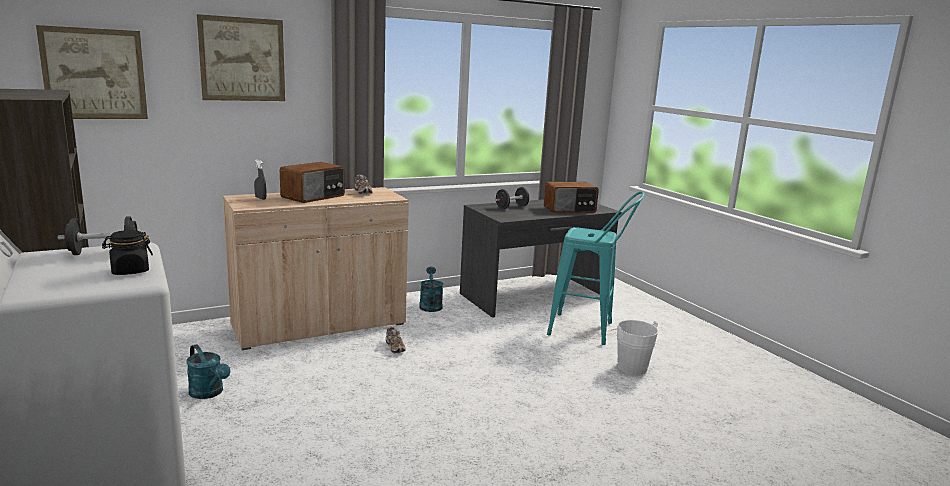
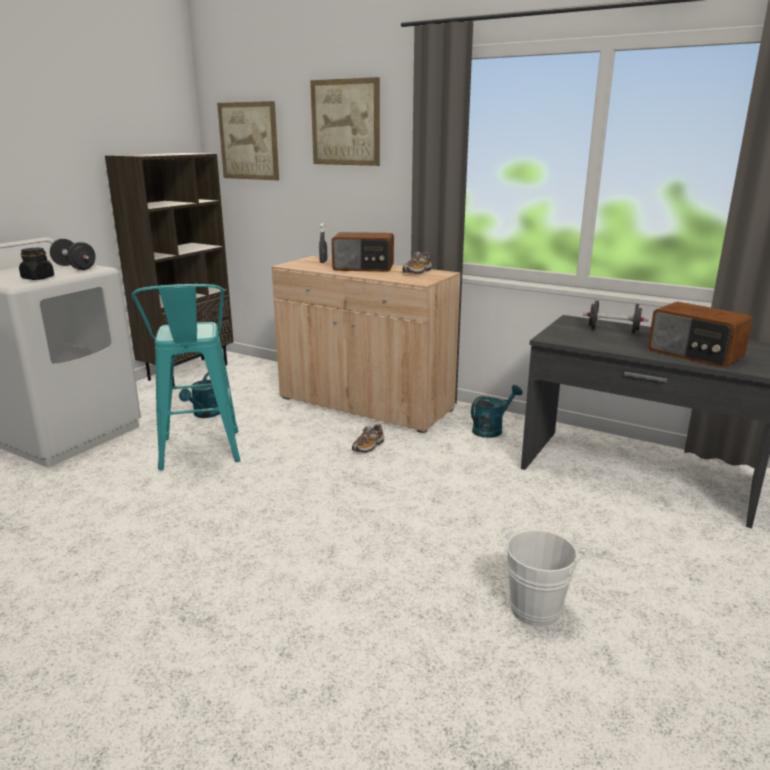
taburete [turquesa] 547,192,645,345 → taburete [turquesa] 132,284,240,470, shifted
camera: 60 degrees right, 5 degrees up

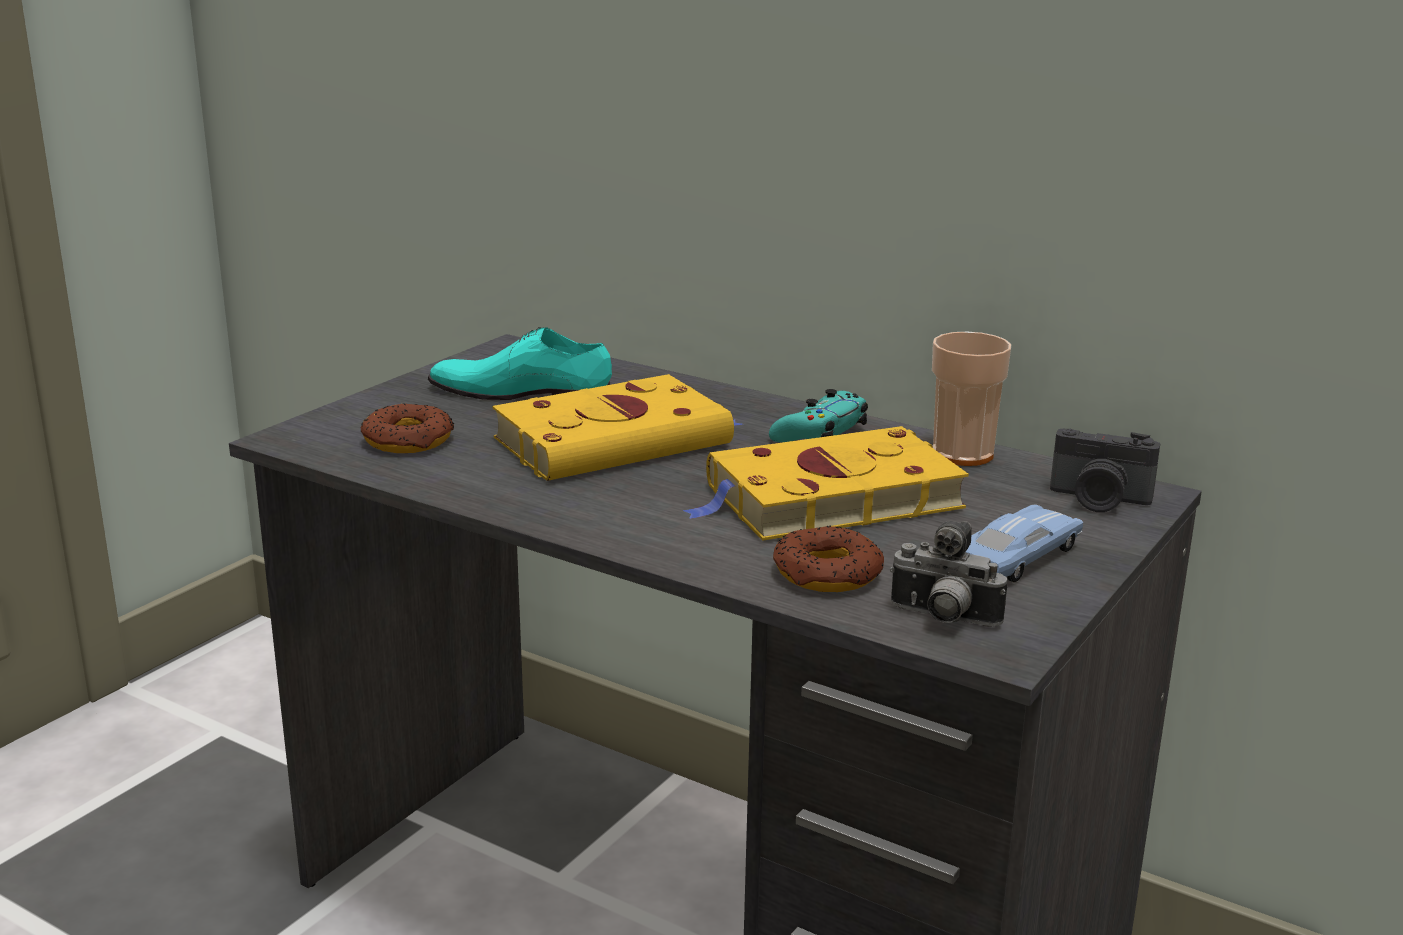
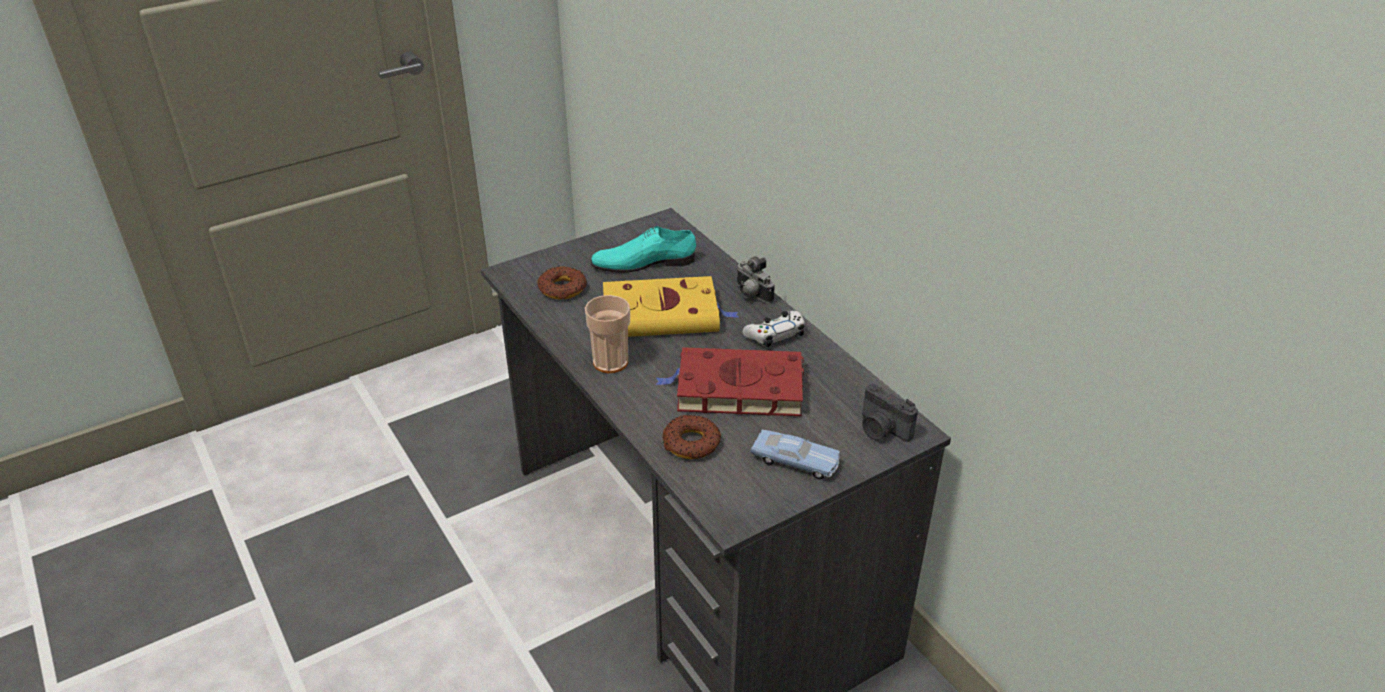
zapato [turquesa] 428,327,612,400 → zapato [turquesa] 591,226,696,272, 45 degrees counterclockwise
libro [amarillo] 683,426,969,541 → libro [rojo] 655,347,804,416
mando de consola [turquesa] 769,389,868,442 → mando de consola [blanco] 743,311,805,347
cámara 890,521,1007,627 → cámara 736,256,775,303, shifted
taza 932,332,1011,466 → taza 585,295,630,373, shifted
coche de juguete [azul] 966,504,1083,582 → coche de juguete [azul] 750,430,840,479, 45 degrees clockwise
camera: 25 degrees right, 15 degrees up

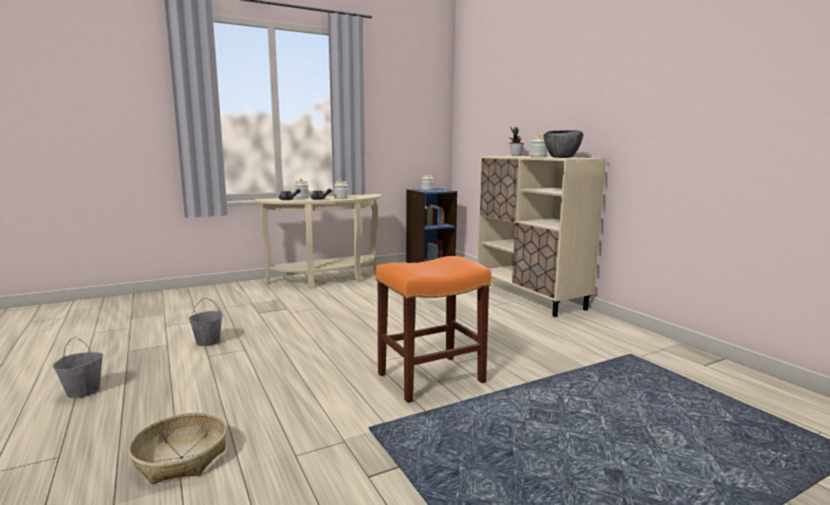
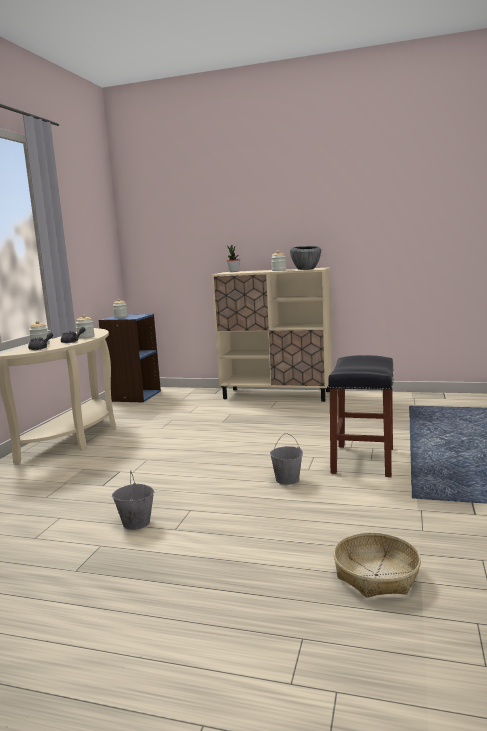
cubo [gris] 53,337,103,398 → cubo [gris] 270,433,303,485, shifted
taburete [naranja] 375,256,491,403 → taburete [negro] 328,355,394,477
camera: 45 degrees left, 0 degrees up

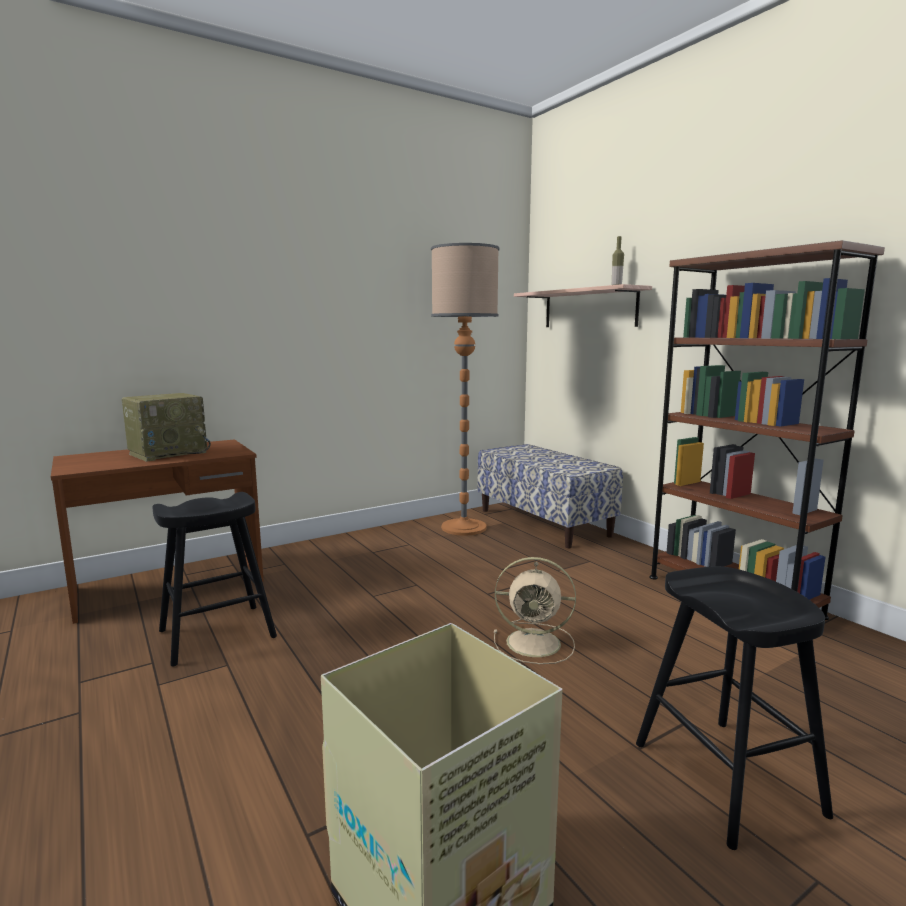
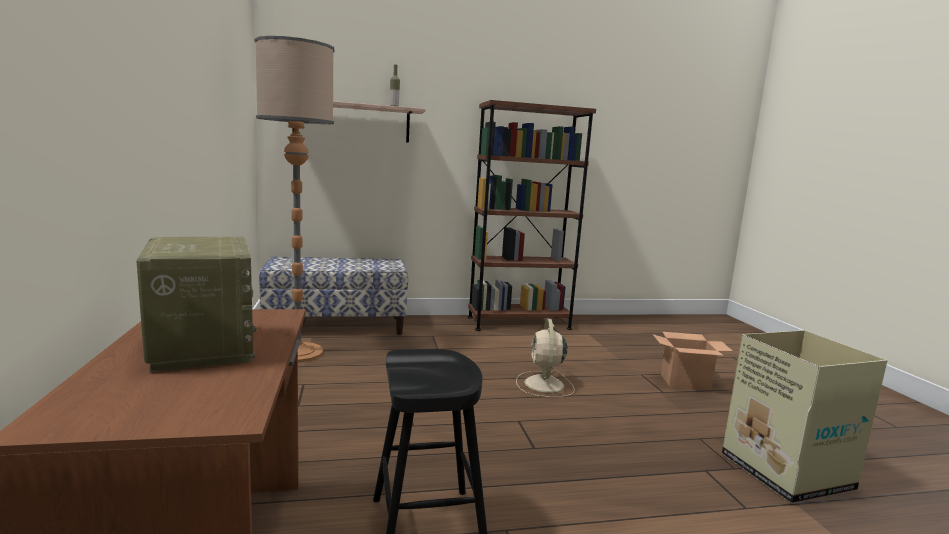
ventilador [beis] 494,557,576,664 → ventilador [beis] 516,319,575,397, 150 degrees clockwise
taburete [negro] 636,566,833,850 → caja de cartón 653,332,732,390
camera: 70 degrees left, 0 degrees up

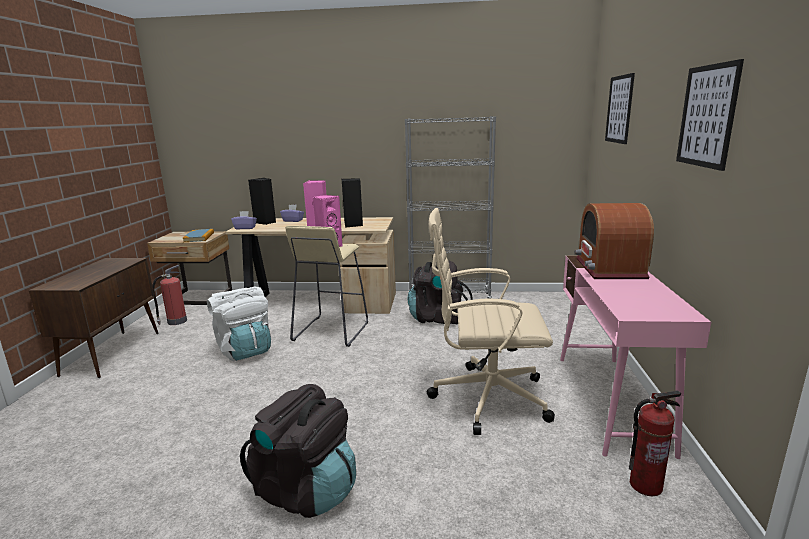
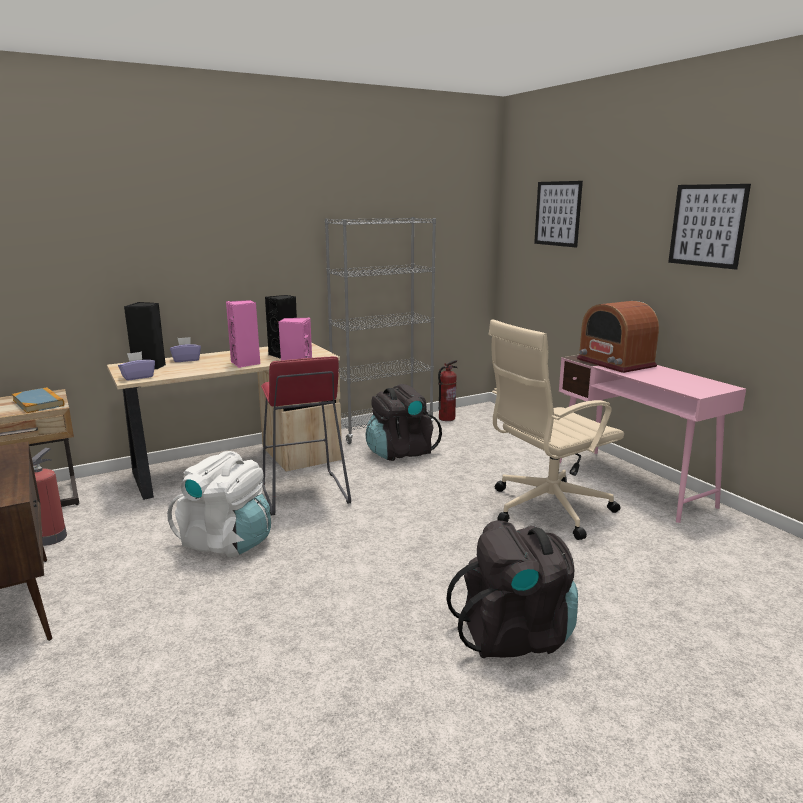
taburete [beis] 285,226,368,347 → taburete [rojo] 261,356,351,516
extintor 629,391,681,496 → extintor 438,360,457,421, shifted
camera: 35 degrees left, 0 degrees up

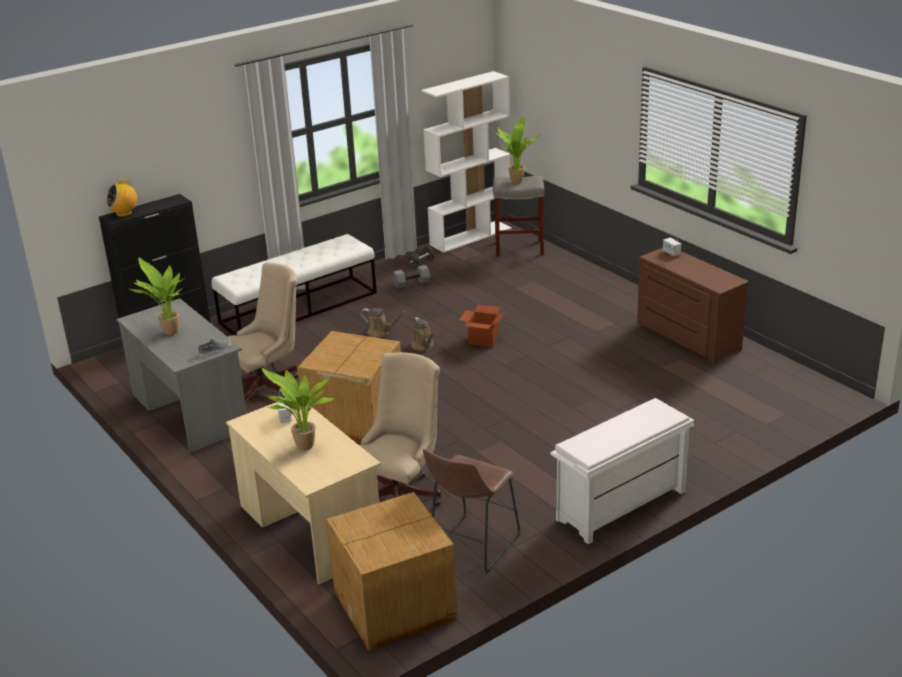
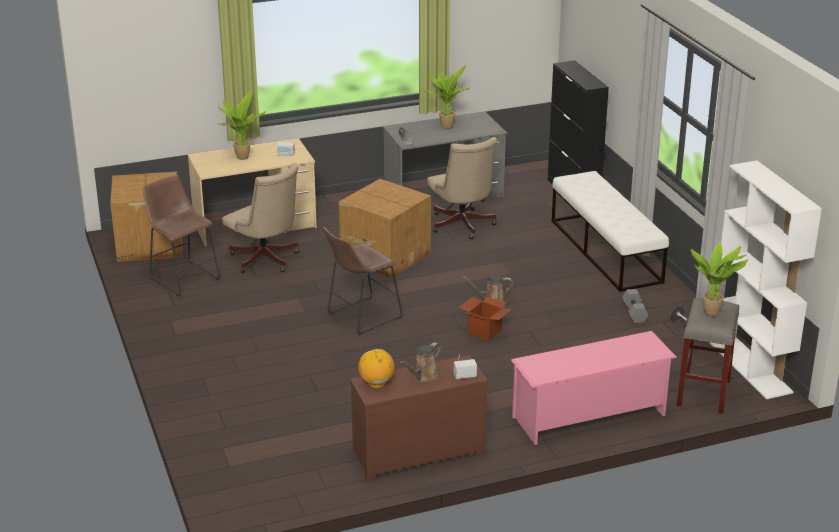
radio 106,179,137,217 → radio 358,349,395,388, shifted
regadera [marrón] 360,308,406,338 → regadera [marrón] 400,342,441,383, shifted
banco [blanco] 551,398,694,544 → -
- → taburete [marrón] 323,227,402,335
- → zapatero [rosa] 511,331,677,445
camera: 105 degrees right, 0 degrees up

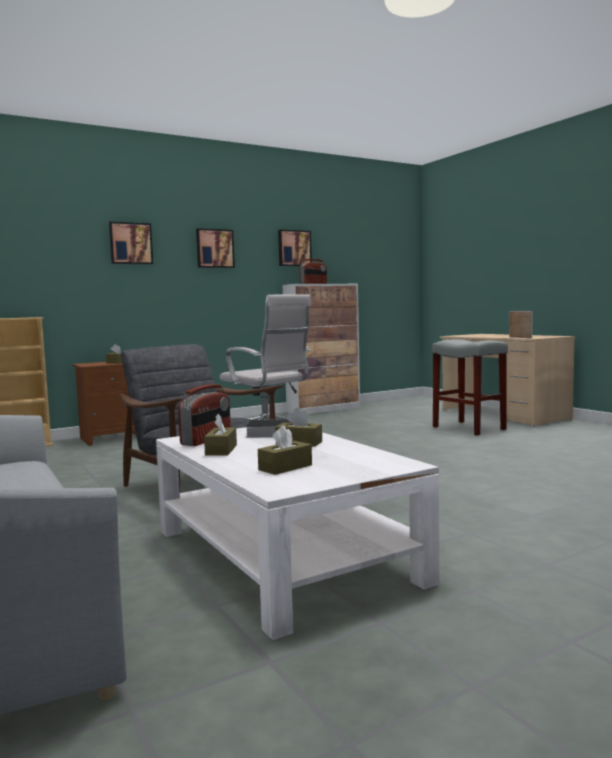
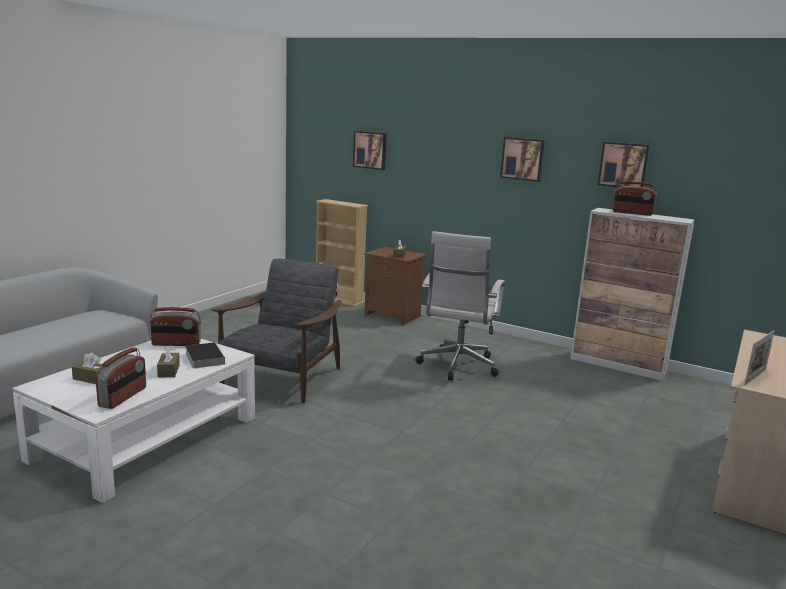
cuadro 109,222,153,264 → cuadro 353,131,387,170, shifted
caja de pañuelos [marrón] 204,414,237,456 → -
taburete [gris] 432,339,508,435 → -
- → radio 95,347,146,409
camera: 60 degrees right, 10 degrees up

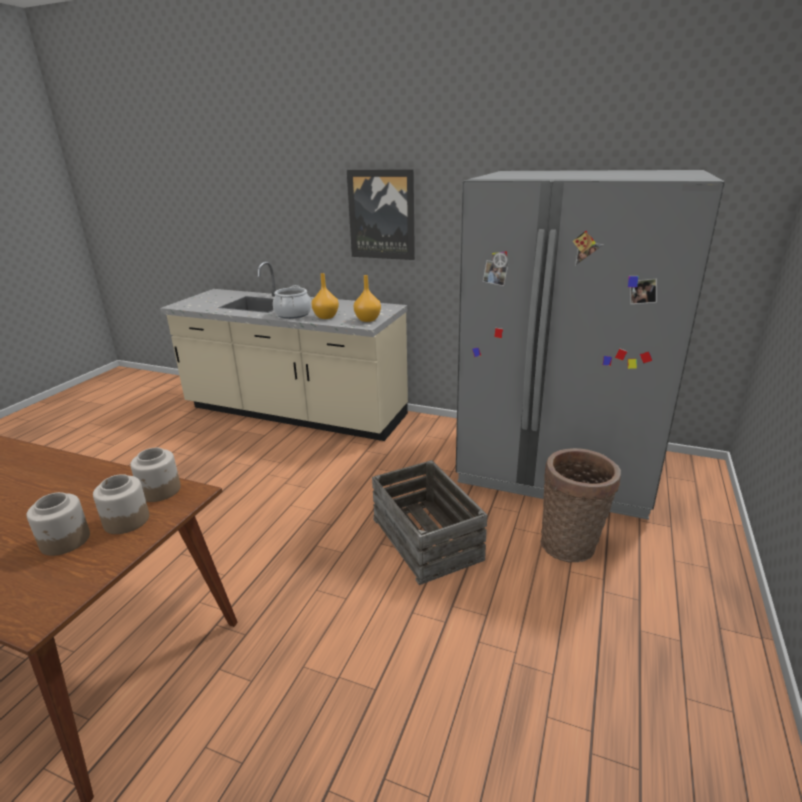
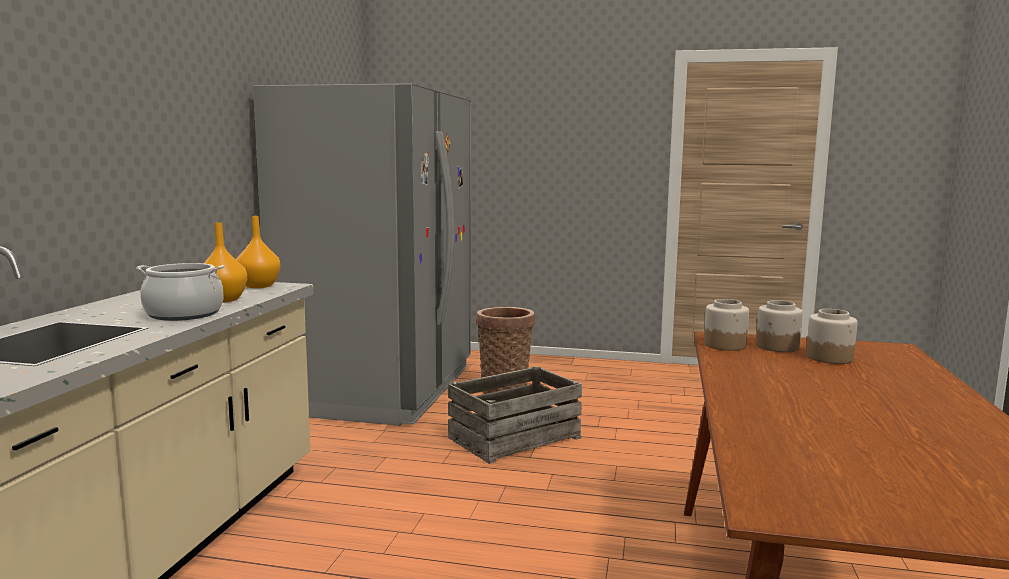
cuadro 347,169,415,260 → -
camera: 100 degrees left, 15 degrees down

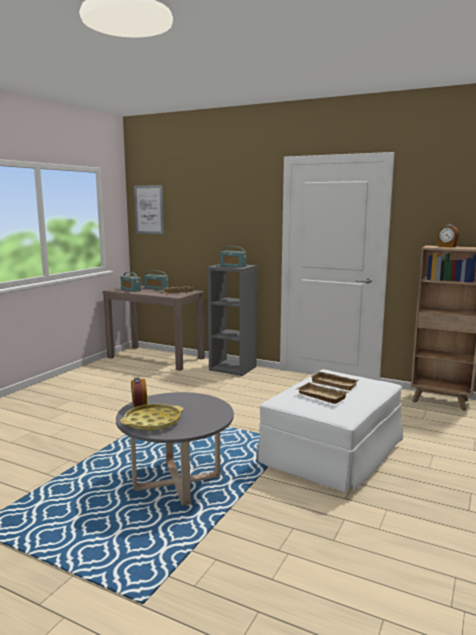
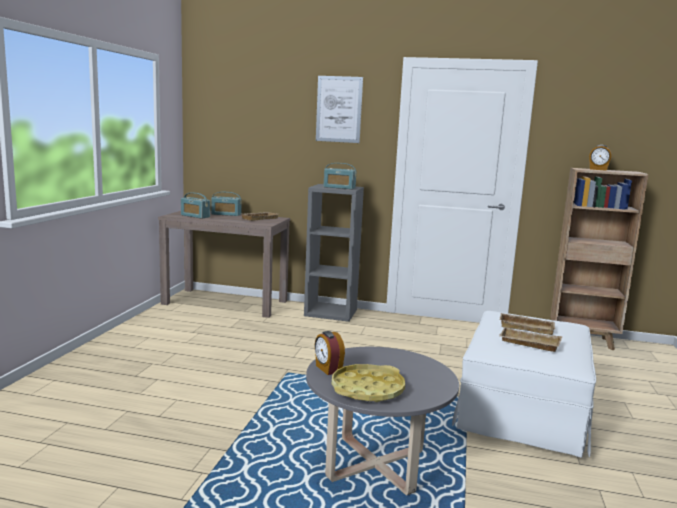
cuadro 134,185,164,234 → cuadro 316,76,363,143, shifted
camera: 15 degrees left, 0 degrees up

